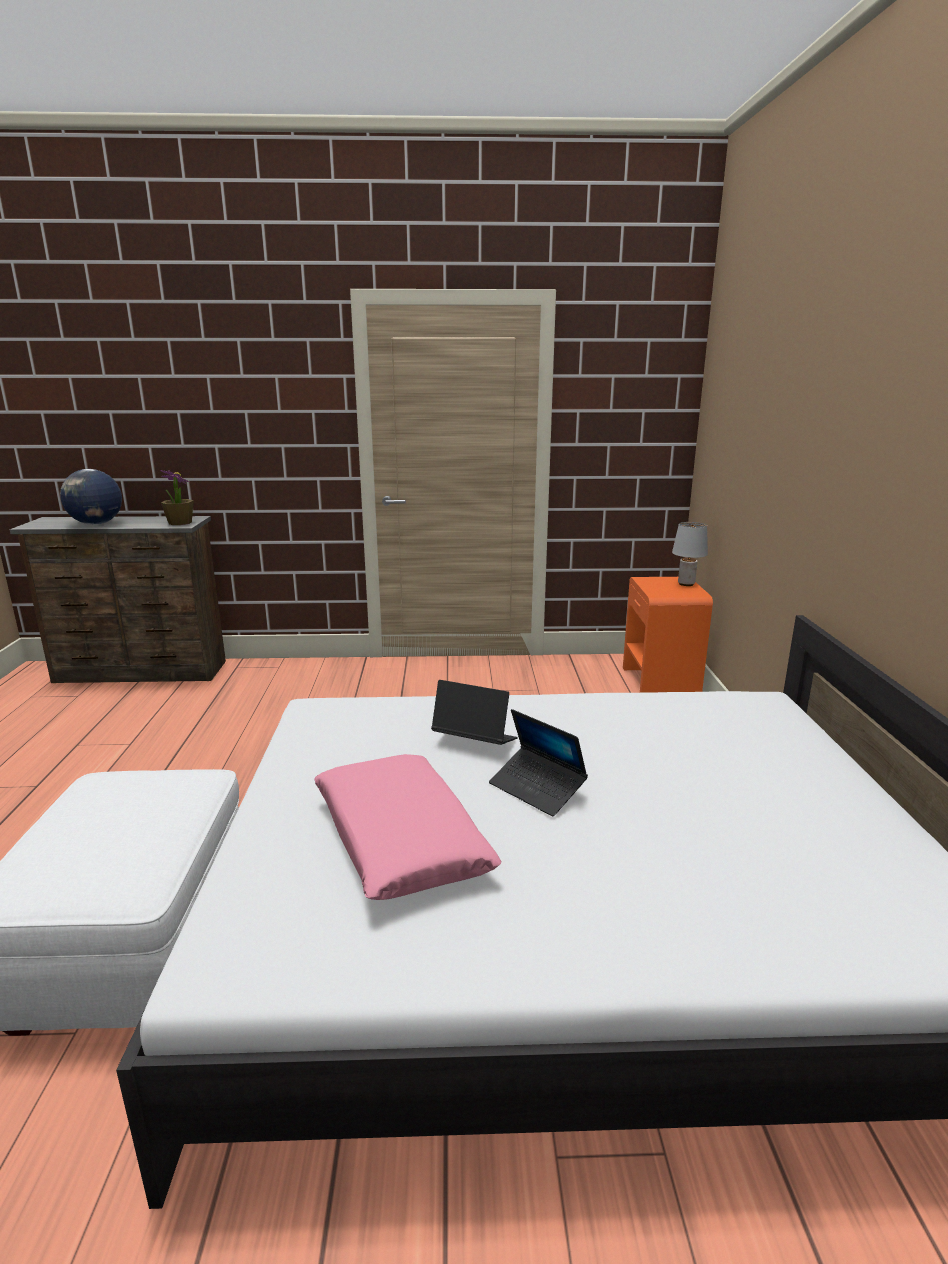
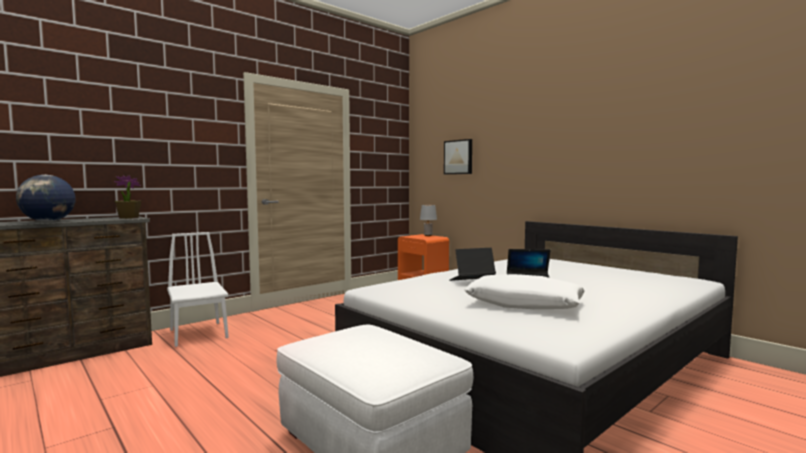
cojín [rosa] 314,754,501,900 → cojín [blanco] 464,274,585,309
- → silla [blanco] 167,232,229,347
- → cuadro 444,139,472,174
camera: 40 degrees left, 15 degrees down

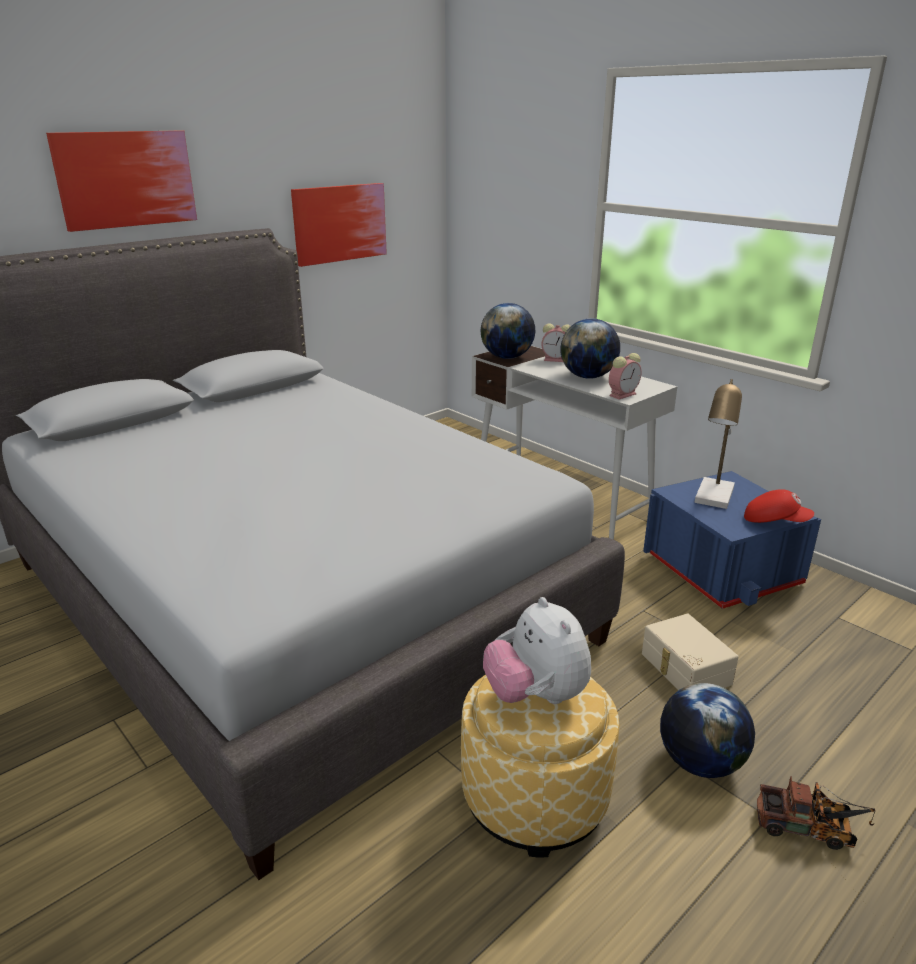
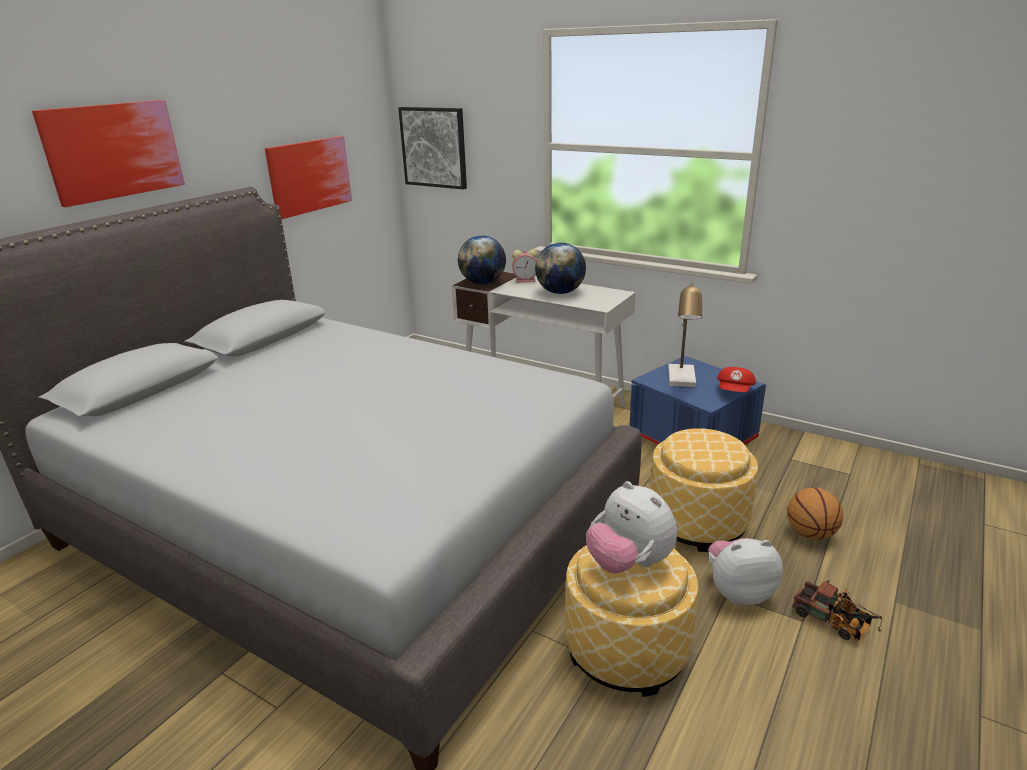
despertador 609,353,642,399 → -
caja de almacenaje [beis] 642,614,739,690 → puf 650,428,758,552
globo terráqueo 660,683,755,778 → peluche 708,538,783,605
gorra [rojo] 744,489,814,523 → gorra [rojo] 717,367,756,392, 105 degrees clockwise
camión de juguete 757,776,875,850 → camión de juguete 792,580,882,641, 45 degrees clockwise
- → cuadro 398,107,467,189
- → balón de baloncesto 787,488,843,540
camera: 15 degrees left, 0 degrees up

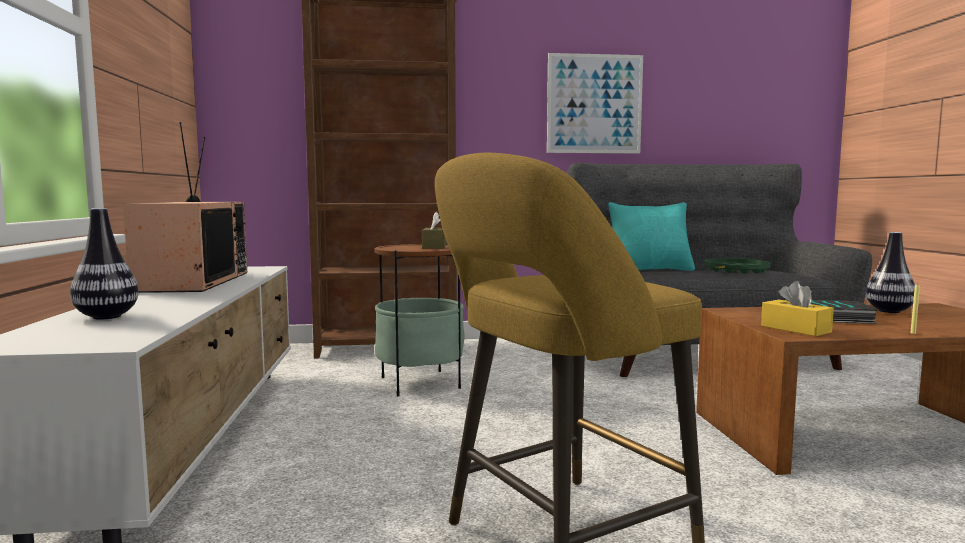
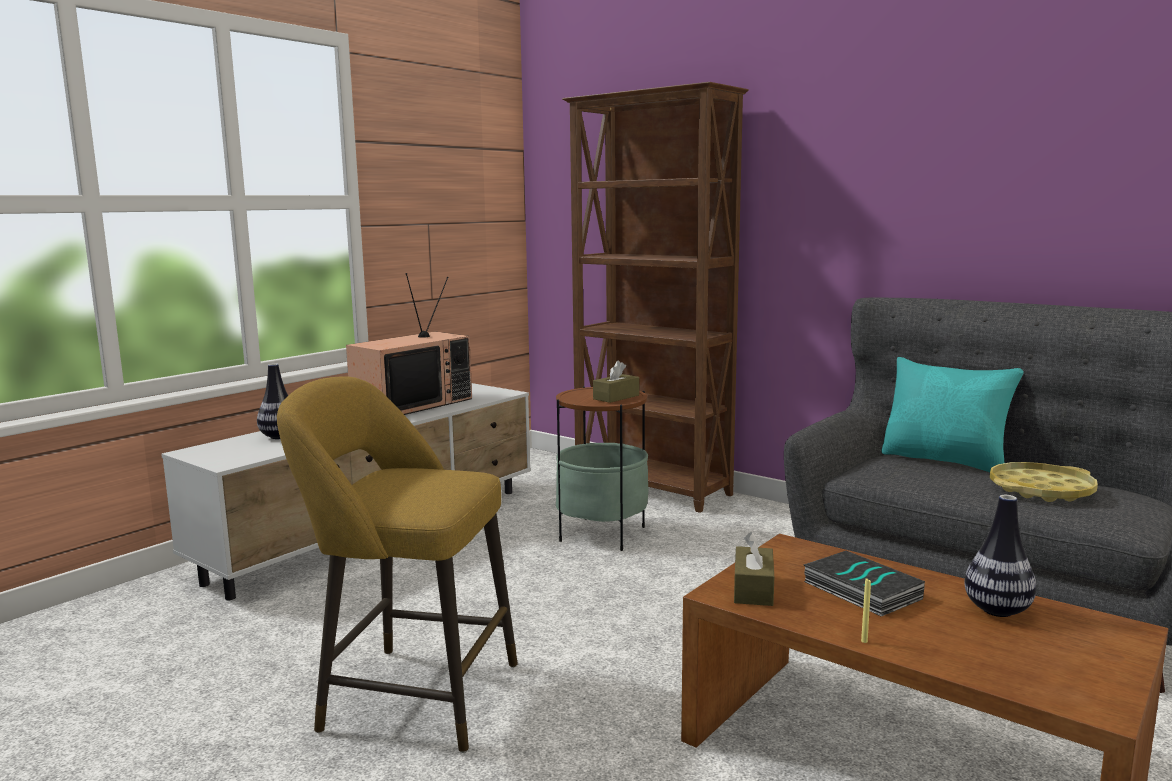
cuadro 547,53,643,153 → -
bandeja [verde] 704,258,771,274 → bandeja [amarillo] 990,462,1098,502
caja de pañuelos [amarillo] 761,281,834,336 → caja de pañuelos [marrón] 734,532,774,606
camera: 45 degrees right, 5 degrees up

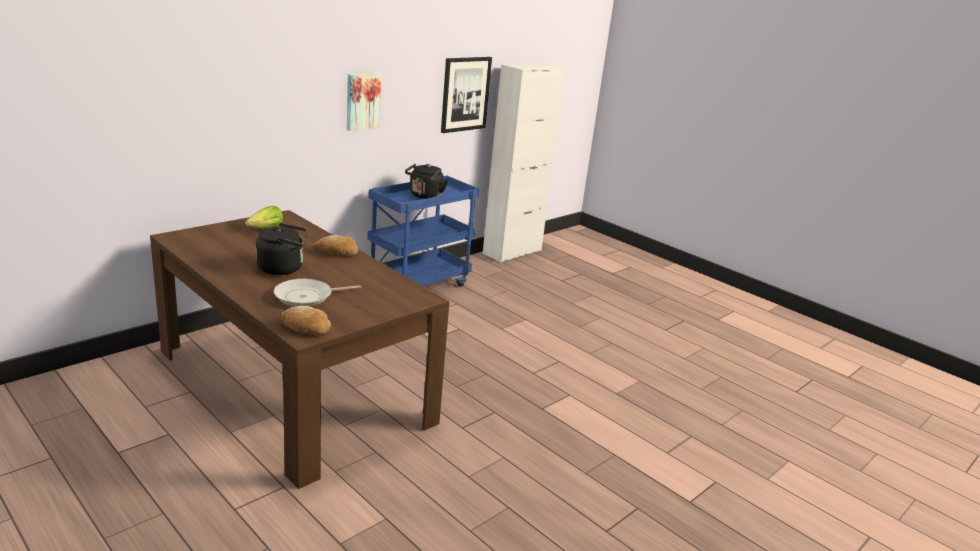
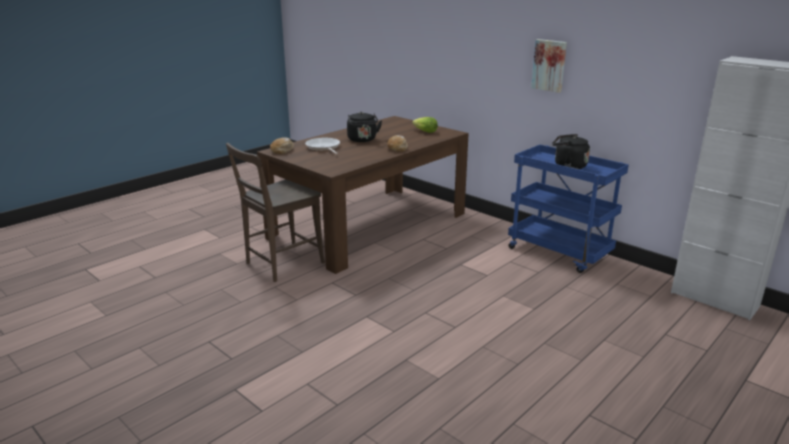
cuadro 441,57,492,133 → -
- → silla [marrón] 226,143,325,282
camera: 90 degrees right, 0 degrees up

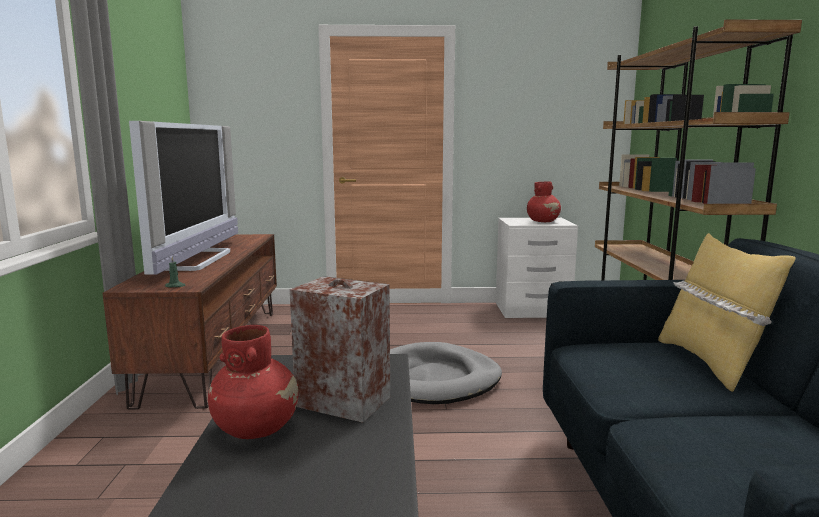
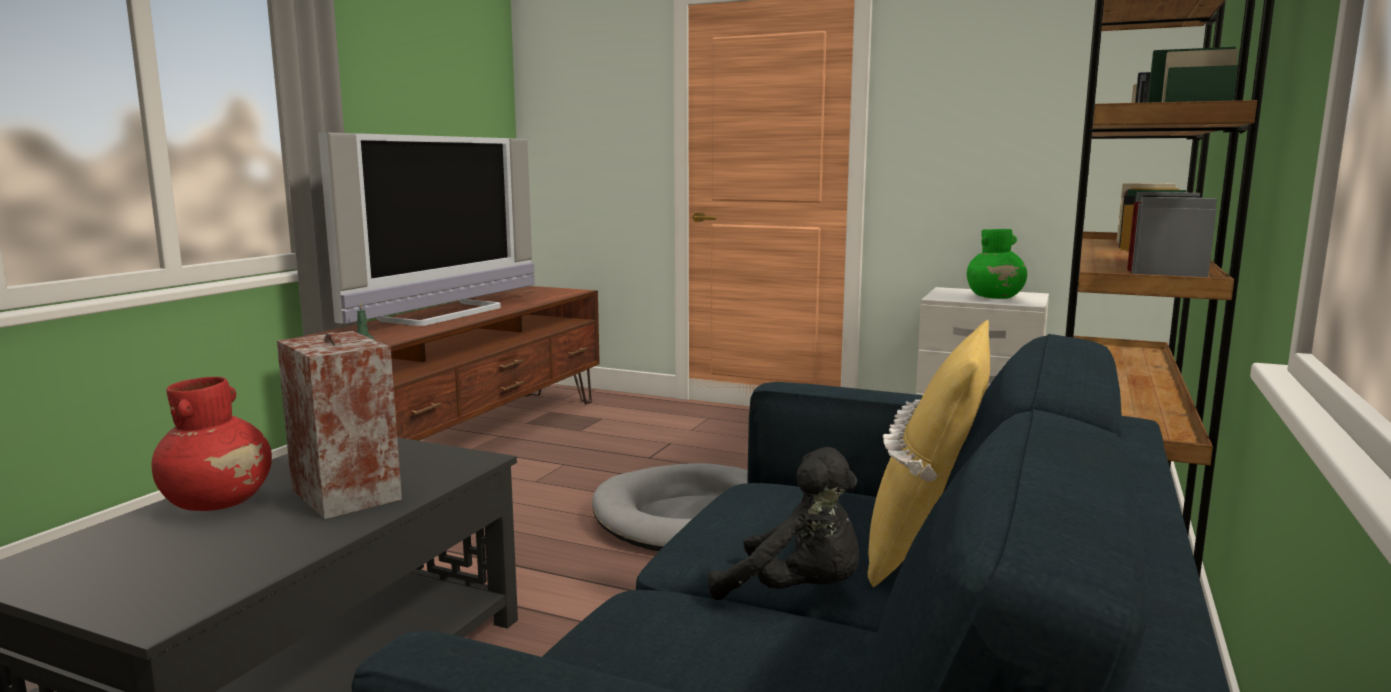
florero [rojo] 527,182,561,222 → florero [verde] 967,229,1027,299
- → peluche [negro] 708,447,860,600
camera: 25 degrees right, 0 degrees up

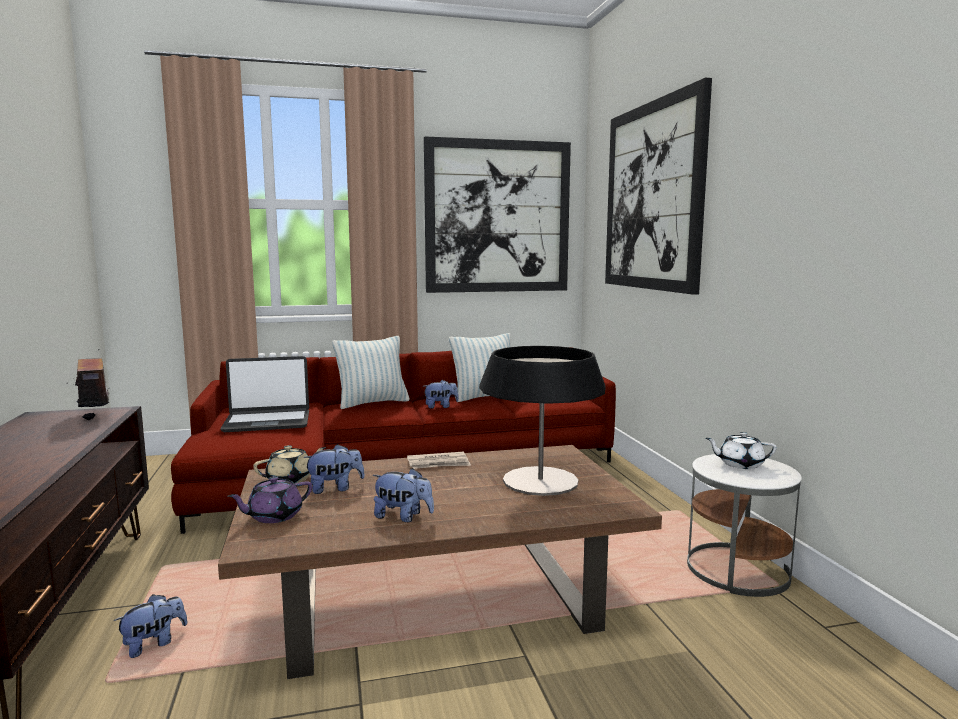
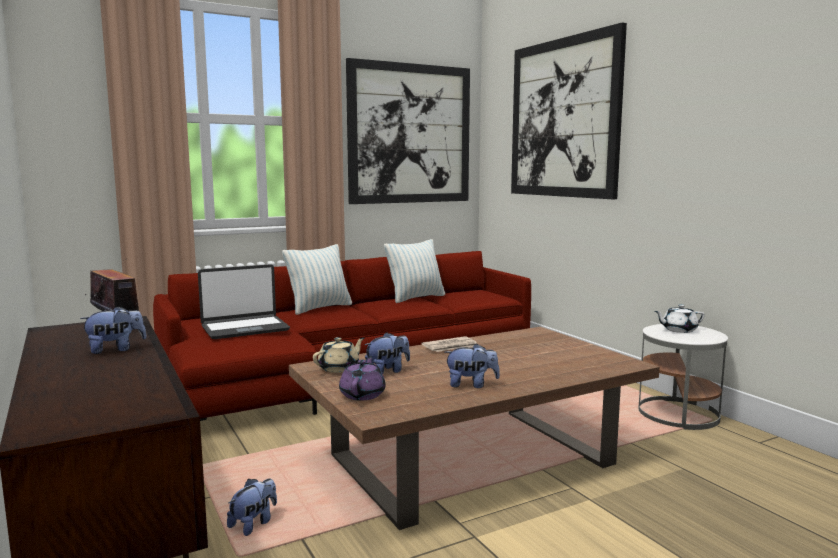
tetera [morado] 228,476,312,523 → tetera [morado] 339,356,386,401, 150 degrees clockwise
peluche 423,380,459,409 → peluche 80,306,147,354, shifted
lámpara de mesa 479,346,606,496 → -
camera: 15 degrees left, 0 degrees up

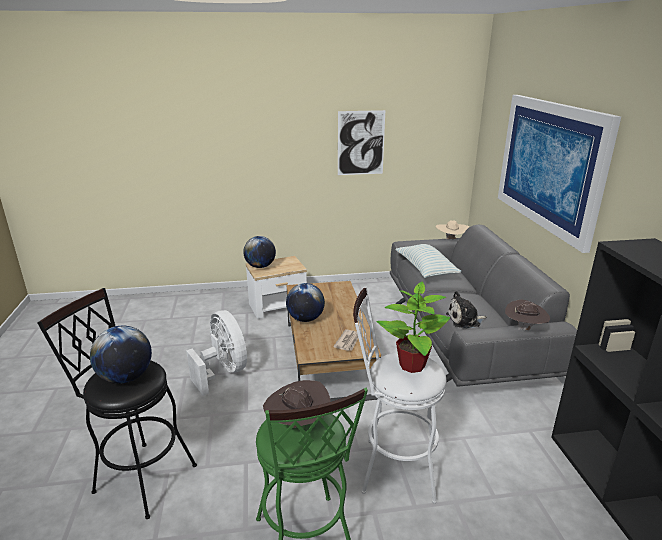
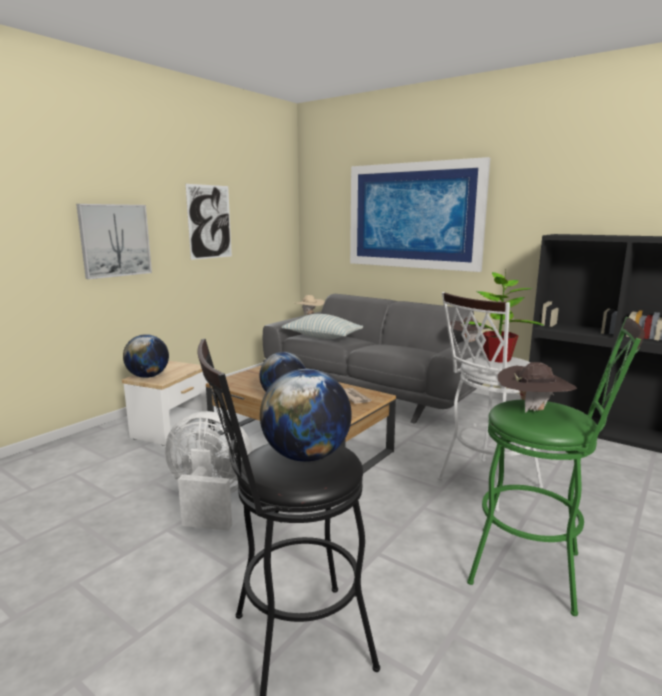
peluche 446,291,487,329 → -
- → cuadro 76,204,152,279
camera: 45 degrees left, 10 degrees down

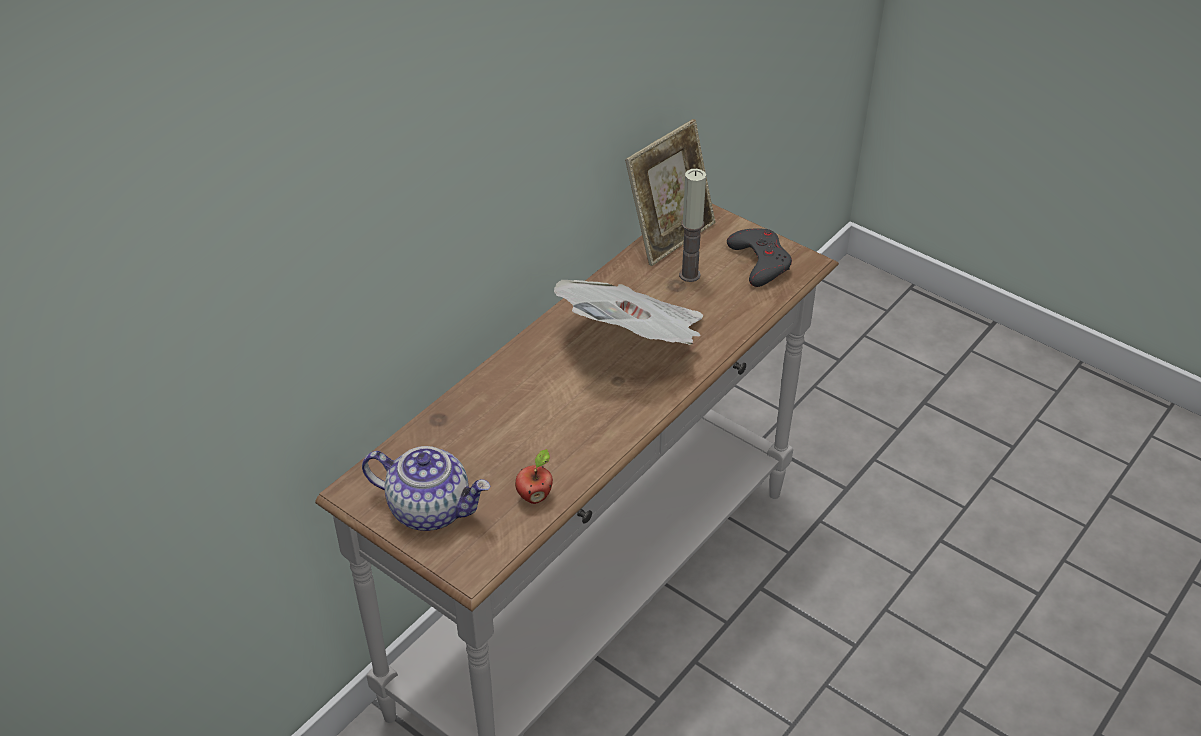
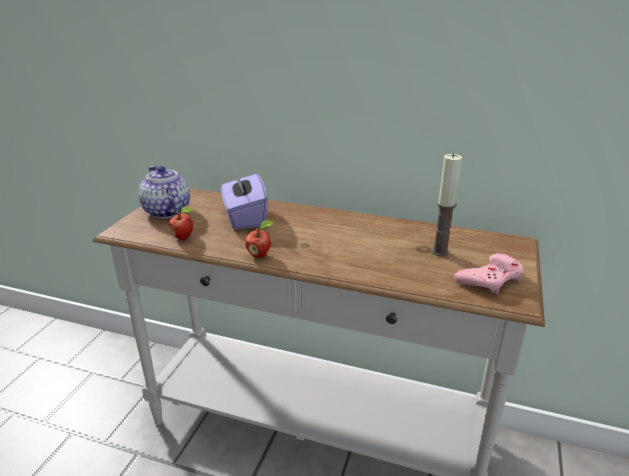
tetera 362,446,491,531 → tetera 139,166,190,219, 150 degrees clockwise
periódico 554,280,703,345 → -
portarretratos 625,119,715,266 → -
mando de consola [gris] 727,228,792,287 → mando de consola [rosa] 454,253,524,294
- → caja de pañuelos [morado] 221,169,267,229
- → manzana 245,220,274,258
camera: 70 degrees right, 15 degrees down

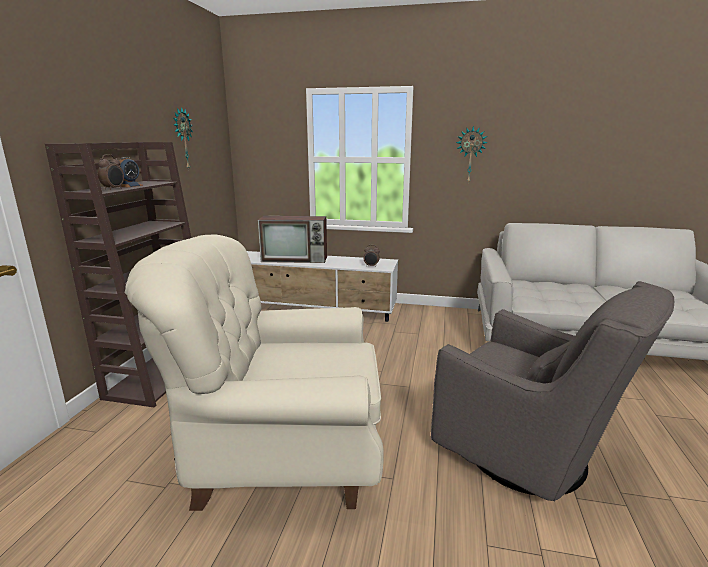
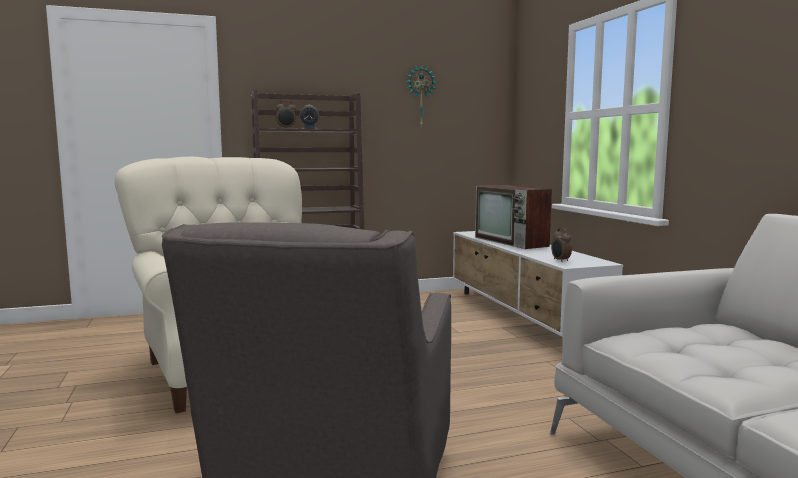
reloj de pared 456,126,488,184 → -
camera: 60 degrees right, 10 degrees down

